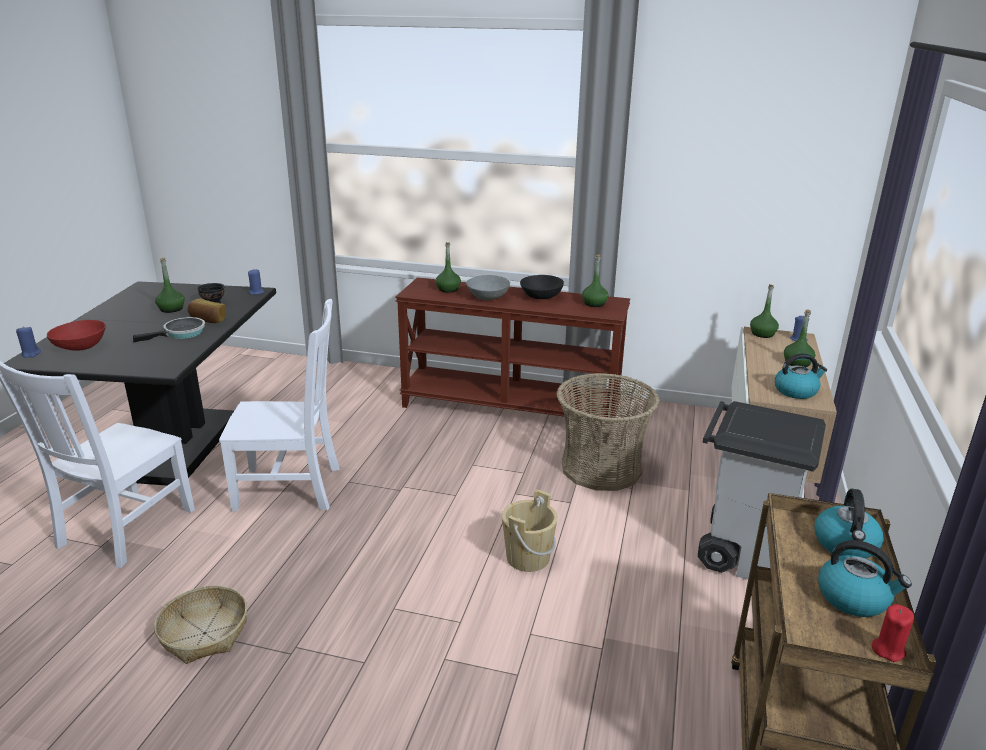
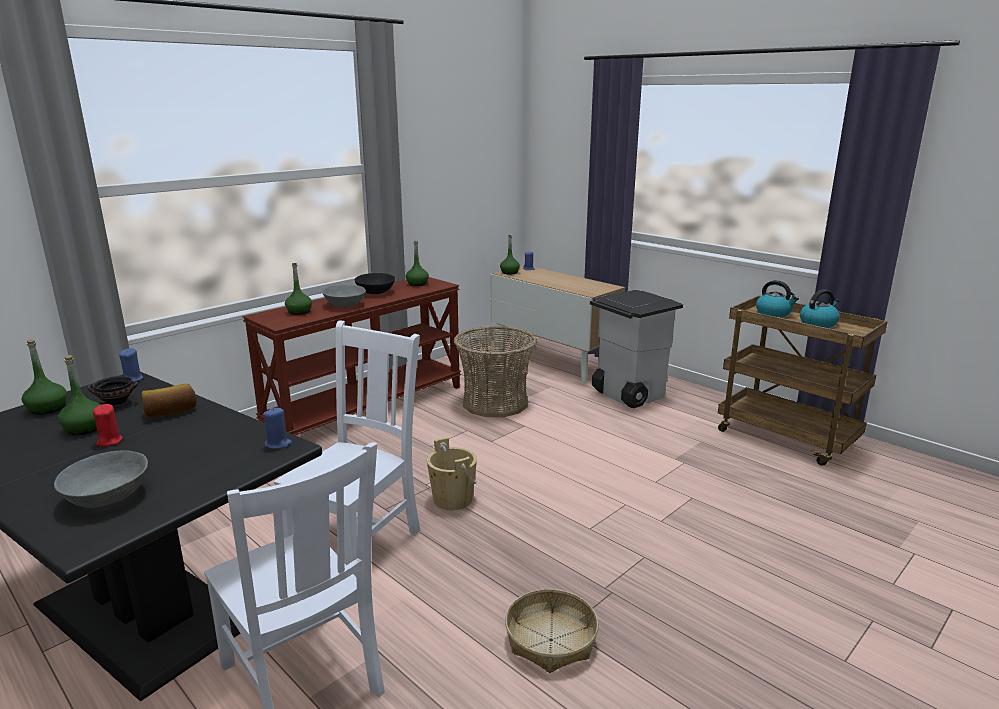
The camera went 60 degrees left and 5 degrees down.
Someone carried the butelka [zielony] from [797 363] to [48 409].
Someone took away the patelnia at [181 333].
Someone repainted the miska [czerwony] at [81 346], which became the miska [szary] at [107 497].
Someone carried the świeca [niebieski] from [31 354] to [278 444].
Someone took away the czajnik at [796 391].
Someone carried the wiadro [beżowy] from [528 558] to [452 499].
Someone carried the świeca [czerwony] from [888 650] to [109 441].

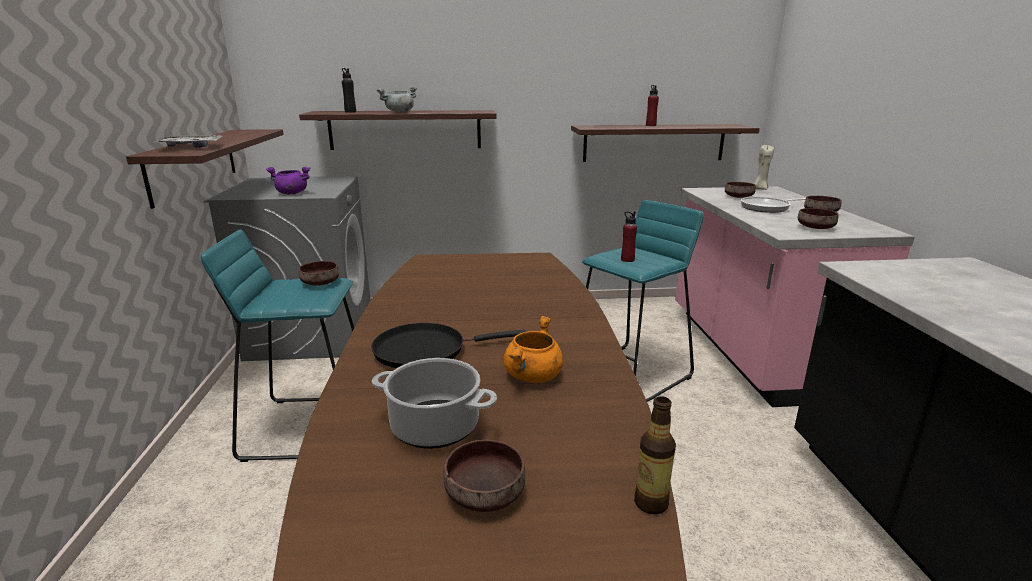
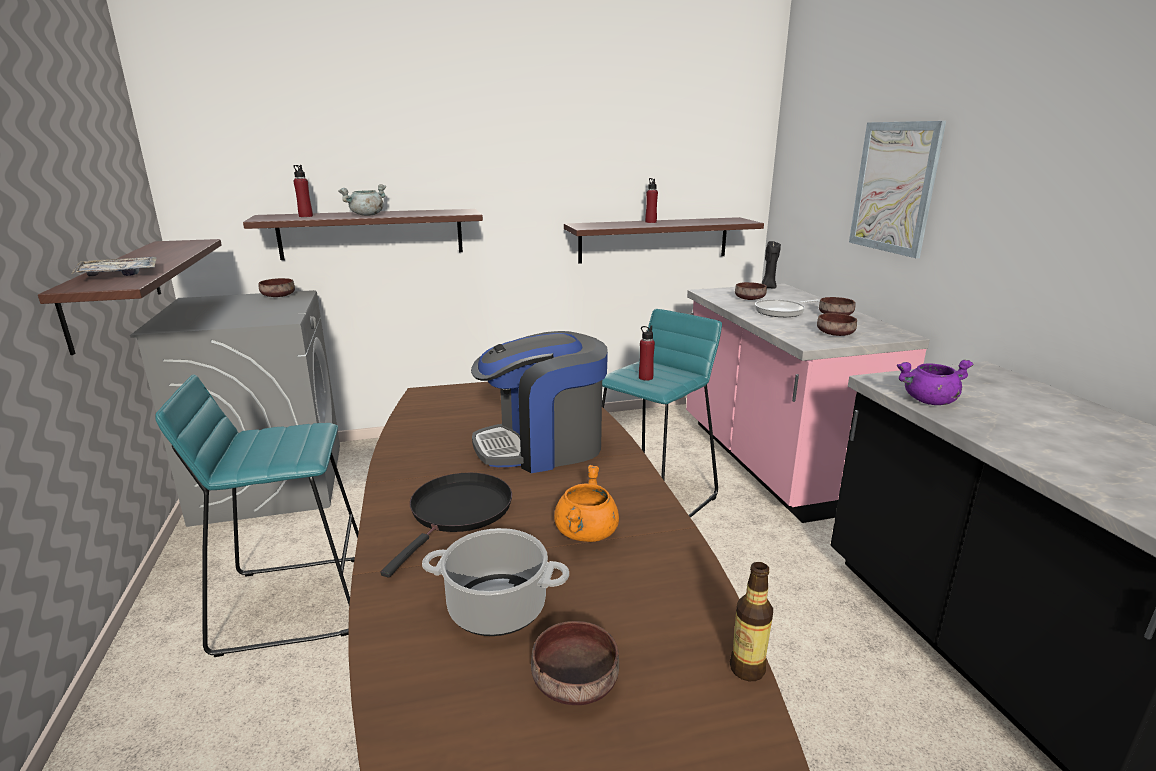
The camera went 10 degrees left and 0 degrees up.
Someone repainted the butelka [czarny] at [350 112], which became the butelka [czerwony] at [305 216].
Someone repainted the świeca [beżowy] at [760 189], which became the świeca [czarny] at [768 287].
Someone carried the garnek [fioletowy] from [291 193] to [928 401].
Someone carried the miska [brązowy] from [321 283] to [279 296].
Someone rotated the patelnia [czarny] at [426 350] by 135 degrees clockwise.
Someone put up the obraz at [894 187].
Someone put down the ekspres do kawy at [542 446].

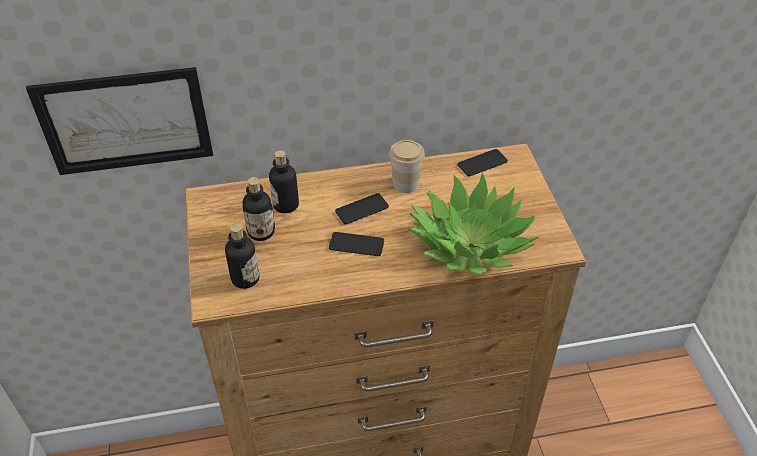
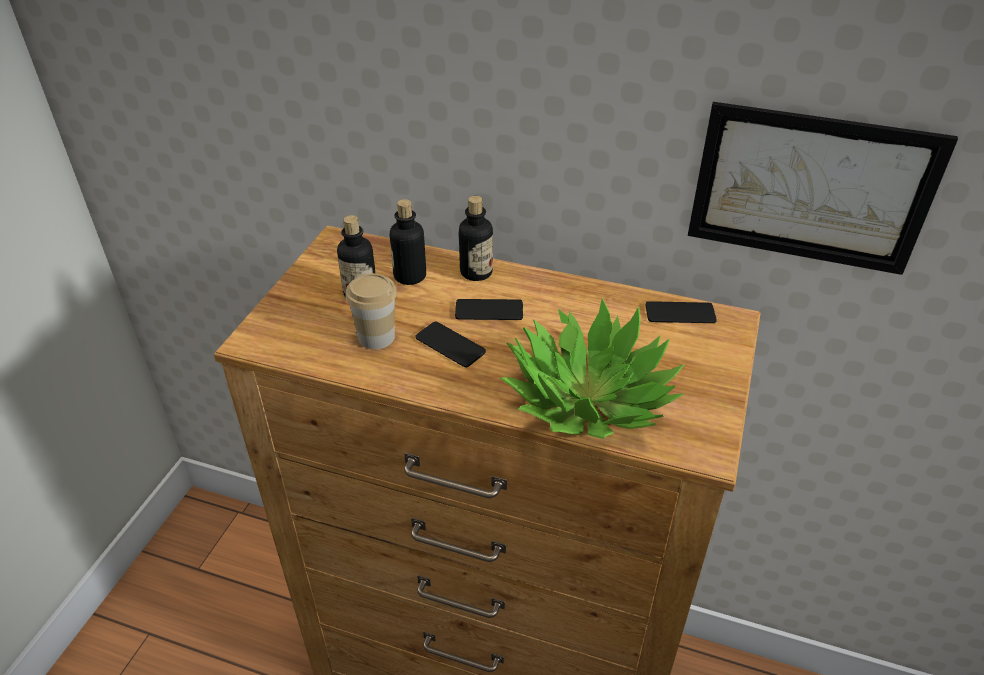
The camera went 30 degrees right and 5 degrees down.
Someone carried the obraz from [125 121] to [810 188].
Someone carried the filiżanka from [405 184] to [376 337].
Someone carried the butelka from [245 278] to [476 272].

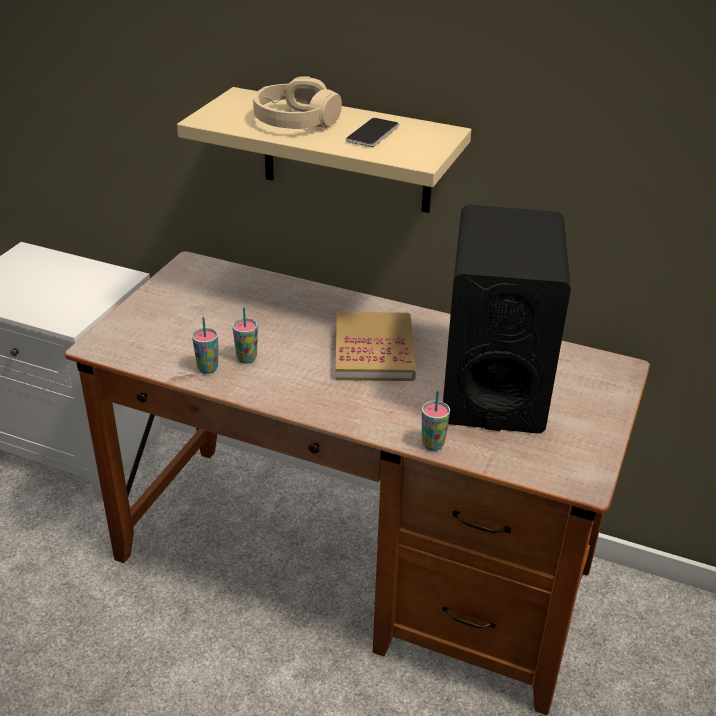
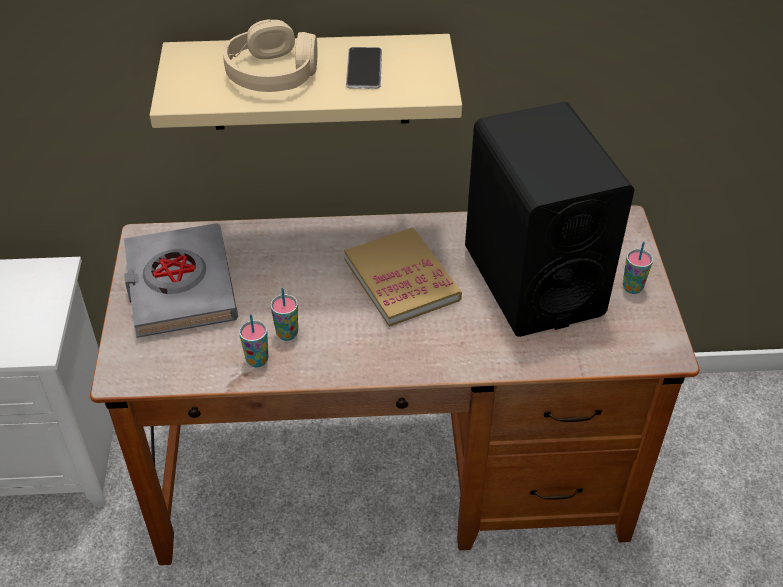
The camera went 25 degrees left and 10 degrees up.
Someone carried the filiżanka from [433 444] to [632 287].
Someone put down the książka [szary] at [180 286].

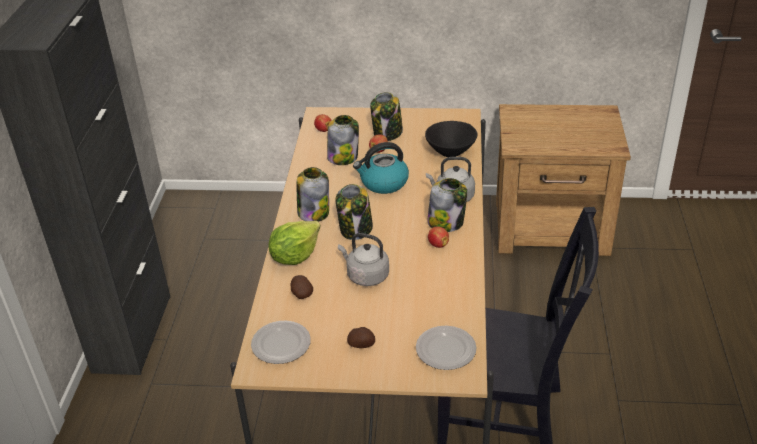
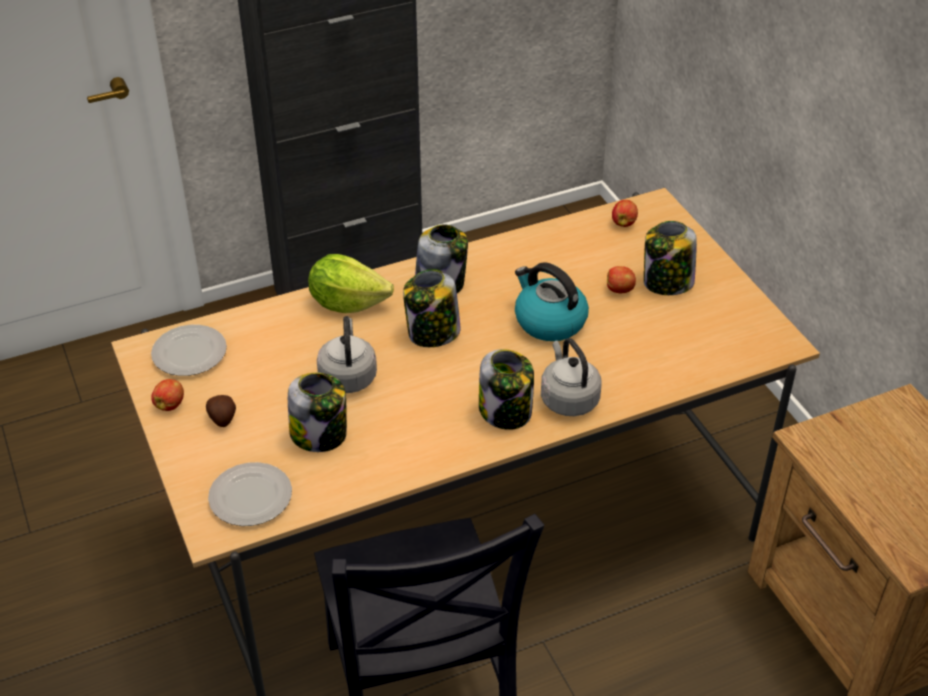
The camera went 60 degrees right and 5 degrees up.
Someone carried the słoik from [343 157] to [320 434].
Someone took away the miska [czarny] at [451 152].
Someone carried the jabłko from [437 244] to [170 404].
Someone took away the ziemniak at [301 294].

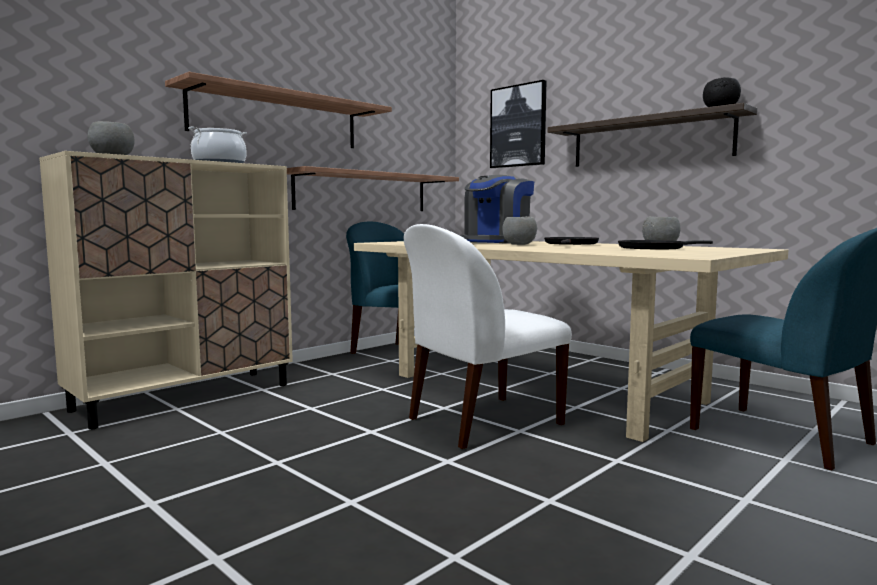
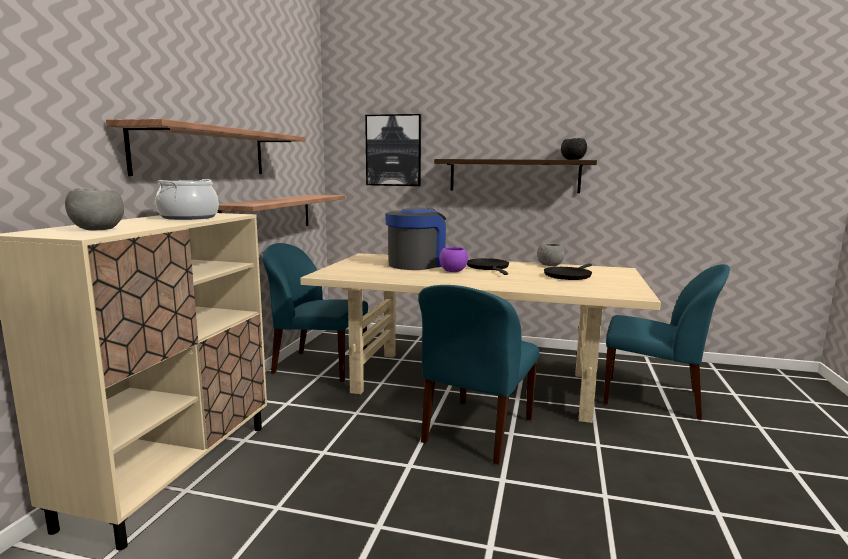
The camera went 30 degrees left and 5 degrees up.
Someone rotated the ekspres do kawy at [496 242] by 150 degrees counterclockwise.
Someone repainted the miska [szary] at [519 244], which became the miska [fioletowy] at [453 271].
Someone repainted the krzesło [biały] at [482 422], which became the krzesło [niebieski] at [477 431].

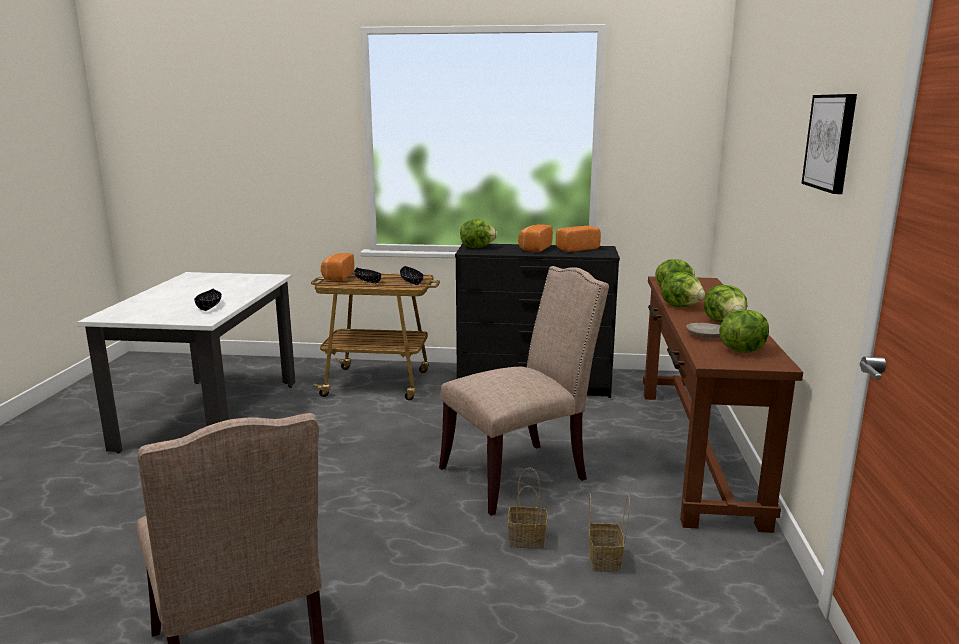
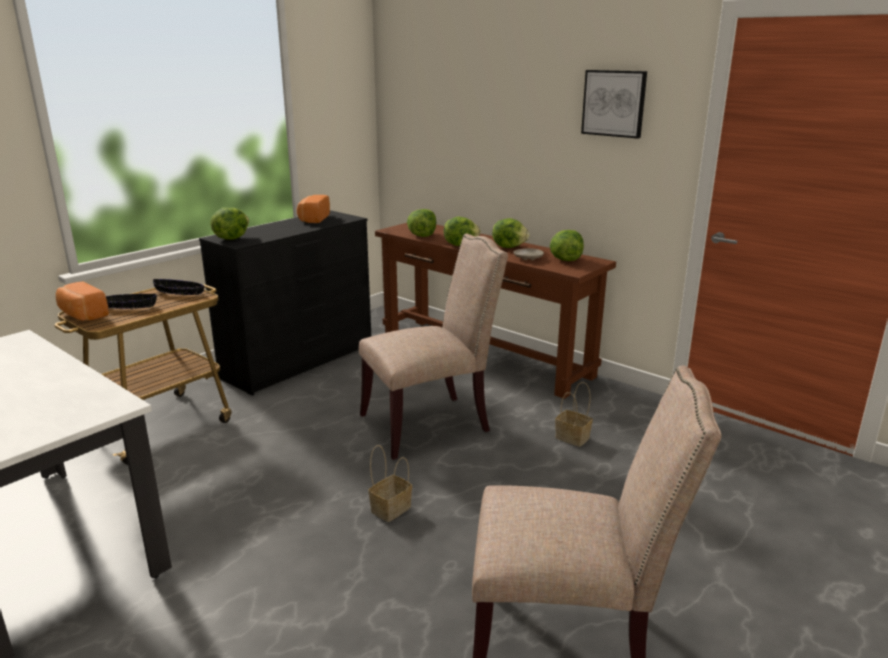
The camera went 55 degrees left and 5 degrees up.
Someone took away the chleb at [534 248].
Someone rotated the krzesło [beżowy] at [519 474] by 60 degrees clockwise.
Someone took away the miska [czarny] at [209 305].
Someone carried the koszyk from [528 539] to [391 508].

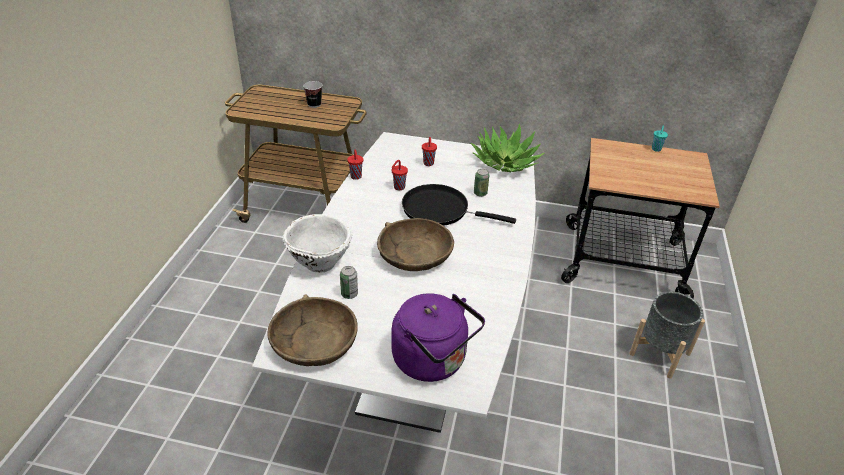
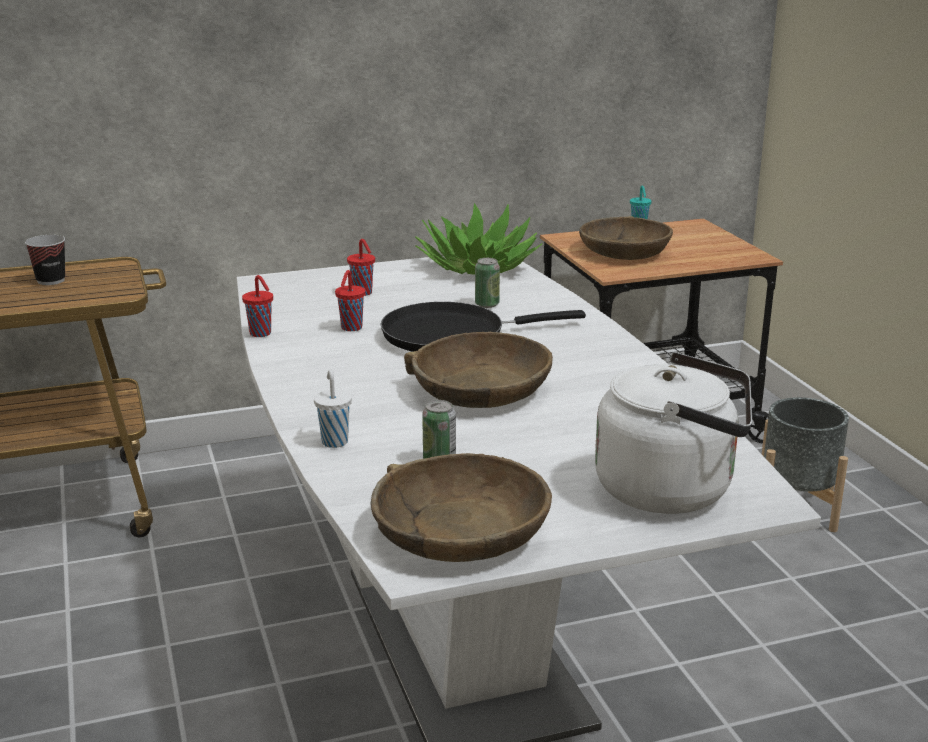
The camera went 30 degrees left and 15 degrees down.
Someone swapped the miska [biały] at [319 261] for the filiżanka [biały] at [334 441].
Someone repainted the czajnik [fioletowy] at [433 361], which became the czajnik [biały] at [672 490].
Someone put down the miska [brązowy] at [624 251].

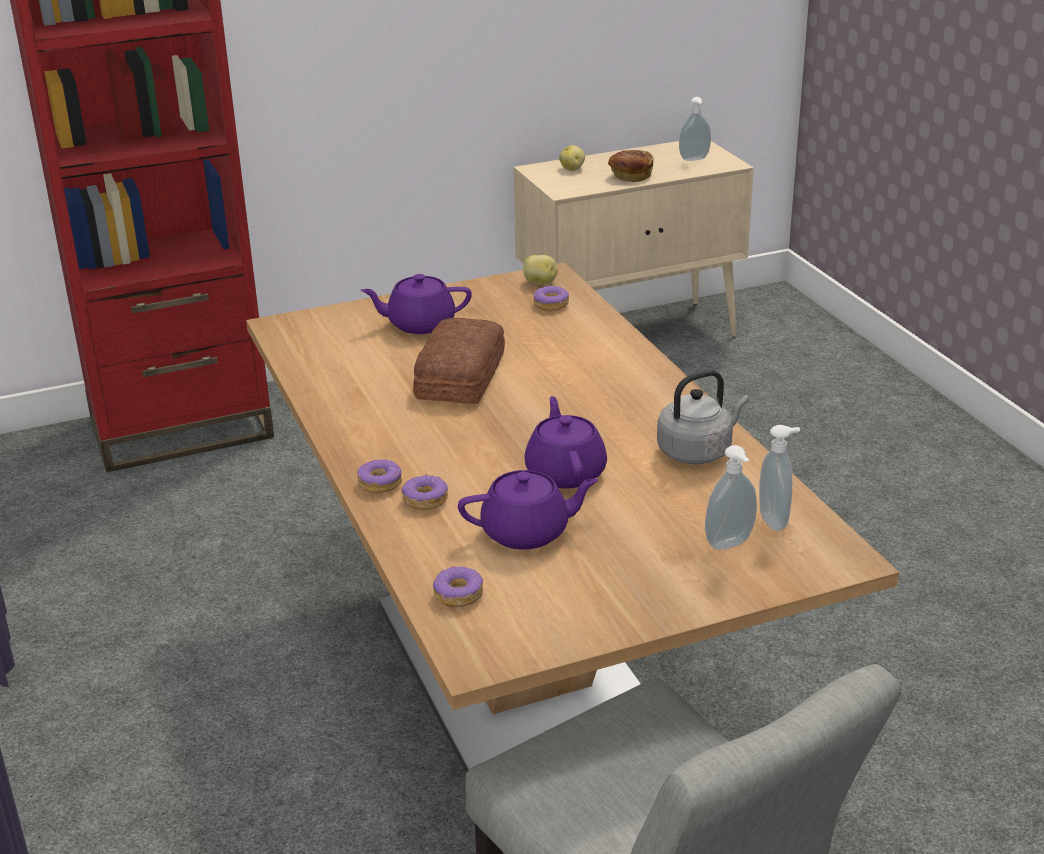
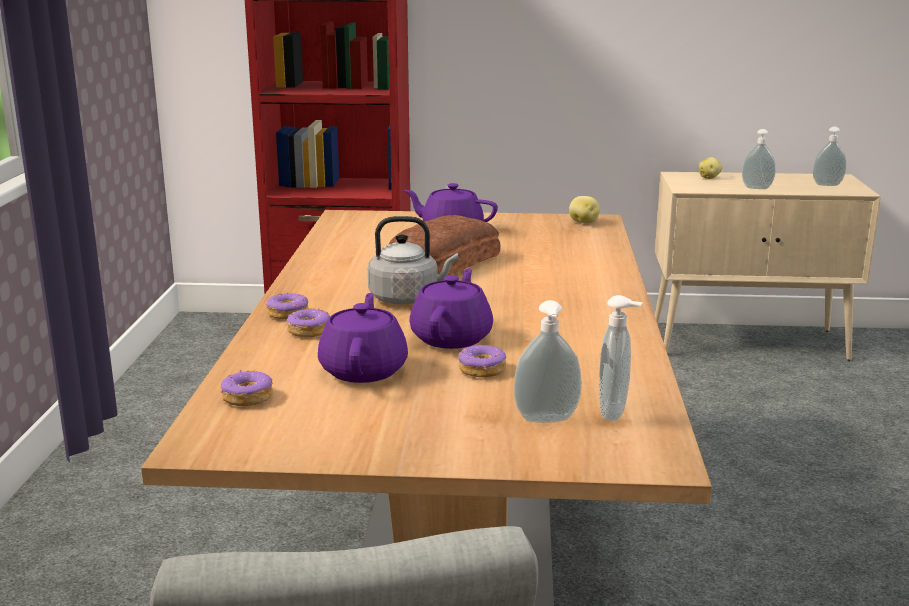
The camera went 25 degrees right and 10 degrees down.
Someone swapped the chleb at [630 176] for the dozownik mydła at [757 187].
Someone carried the donut from [551 305] to [482 370].
Someone carried the czajnik [szary] from [697 451] to [407 298].
Someone rotated the imbryk [fioletowy] at [527 532] by 105 degrees counterclockwise.

